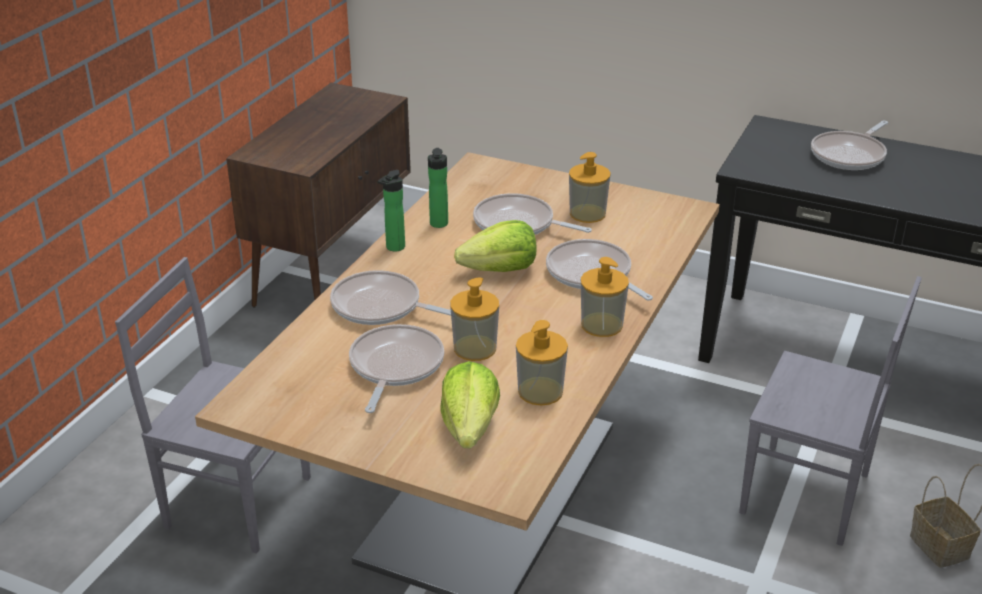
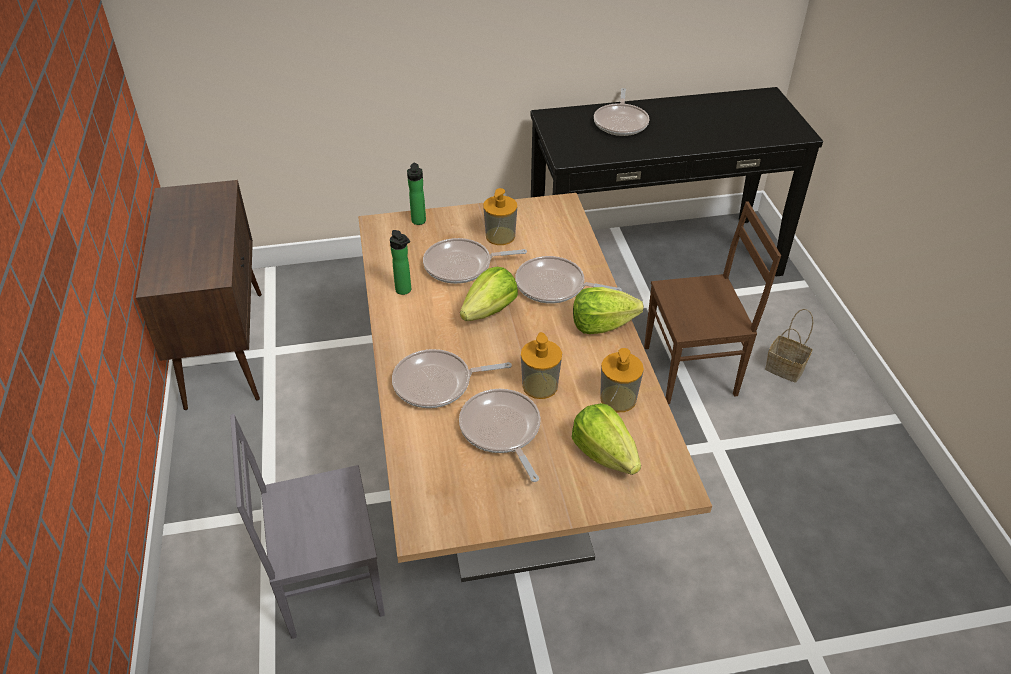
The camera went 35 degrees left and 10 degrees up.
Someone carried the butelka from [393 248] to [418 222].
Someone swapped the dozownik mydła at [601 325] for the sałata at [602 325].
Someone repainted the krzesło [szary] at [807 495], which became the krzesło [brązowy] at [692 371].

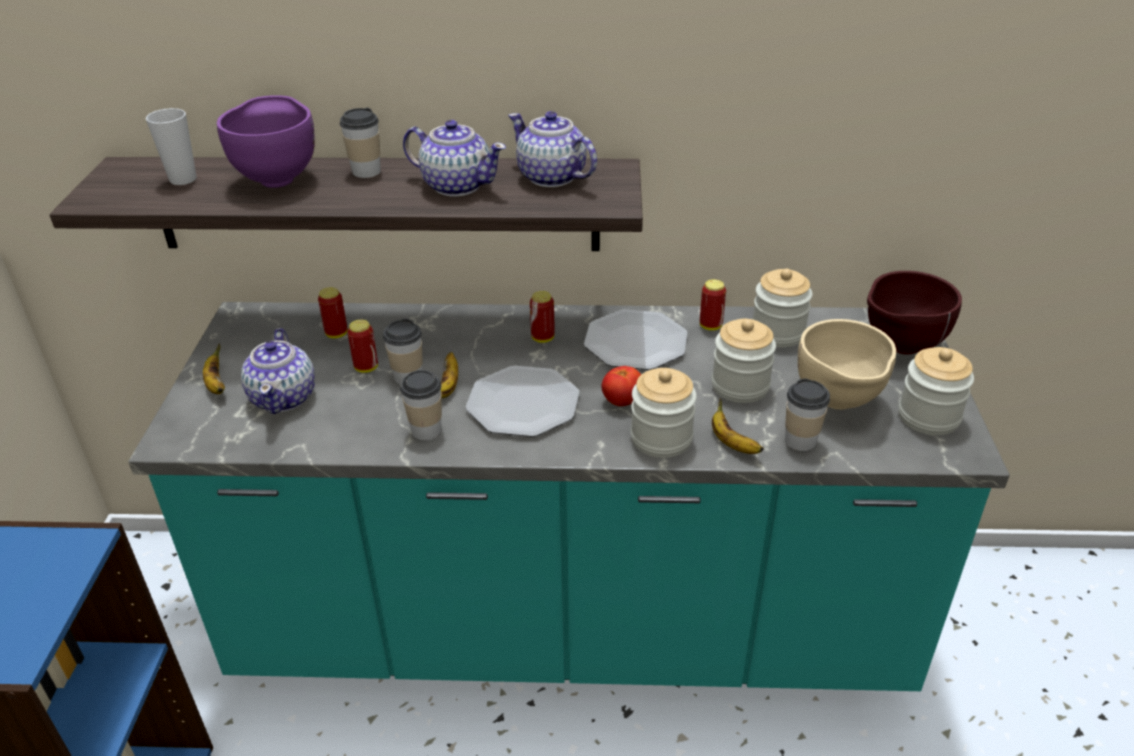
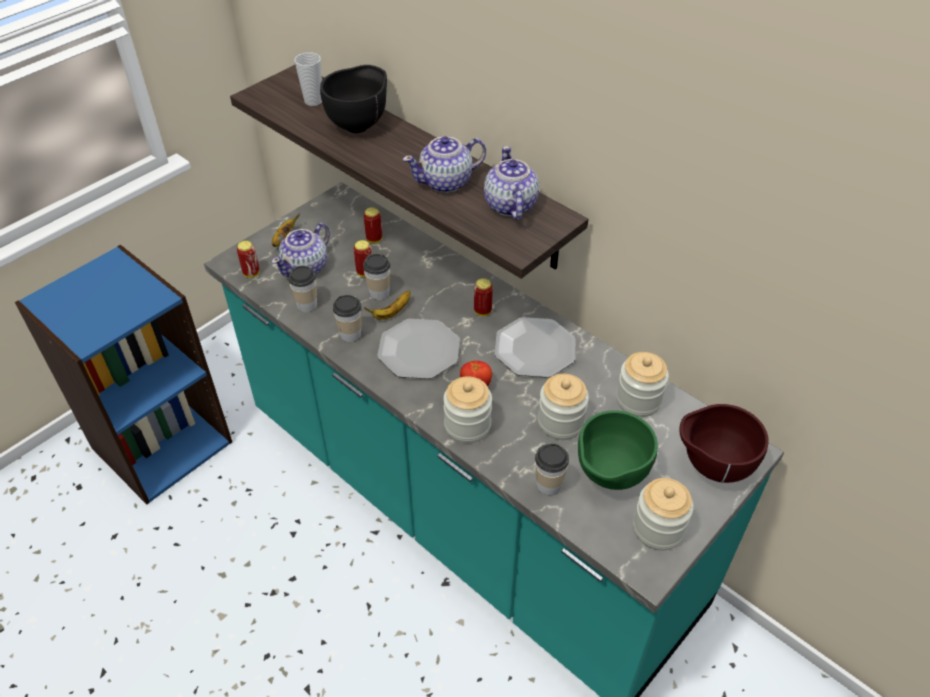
The camera went 40 degrees right and 10 degrees up.
Someone repainted the miska [fioletowy] at [278 179], which became the miska [czarny] at [359 125].
Someone carried the filiżanka from [366 171] to [307 305].
Someone rotated the imbryk at [456 185] by 90 degrees clockwise.
Someone carried the puszka from [710 326] to [251 273].
Someone repainted the miska [beżowy] at [838 403], which became the miska [zielony] at [609 477].
Someone took away the banan at [731 443].

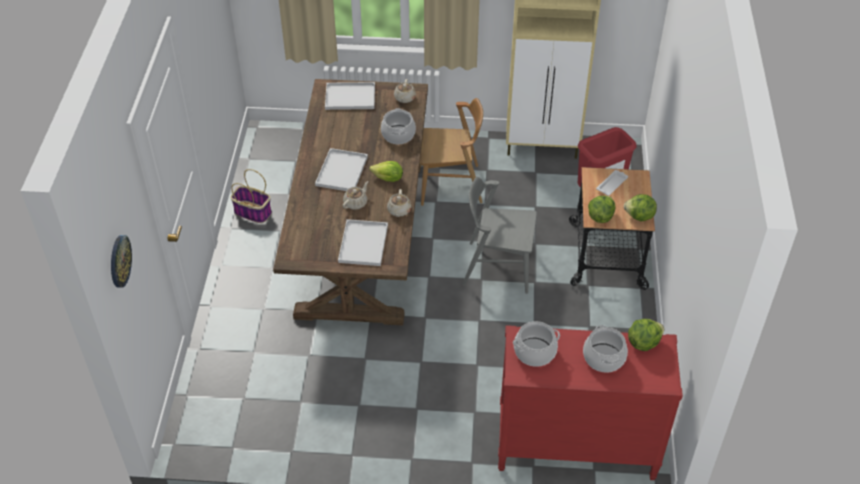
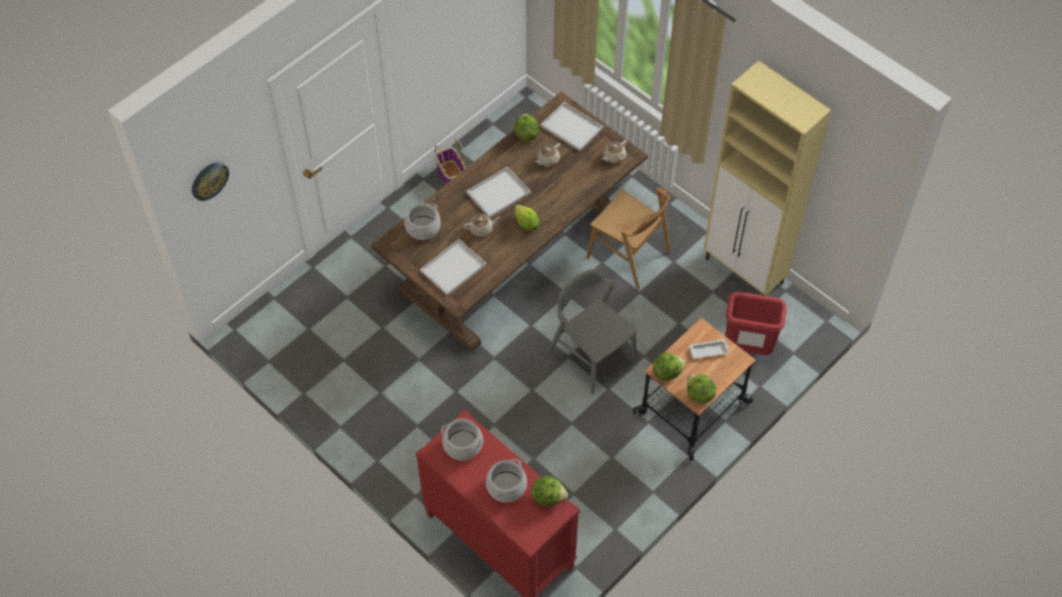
The camera went 40 degrees right and 10 degrees up.
Someone carried the garnek from [398 135] to [423 228].
Someone carried the imbryk [beżowy] from [399 211] to [547 160].
Someone put down the sałata at [526 134].

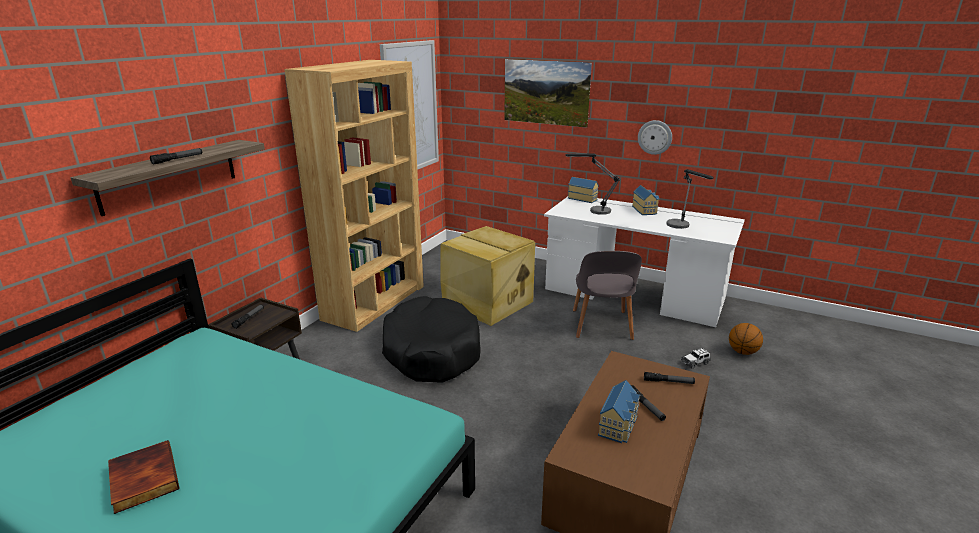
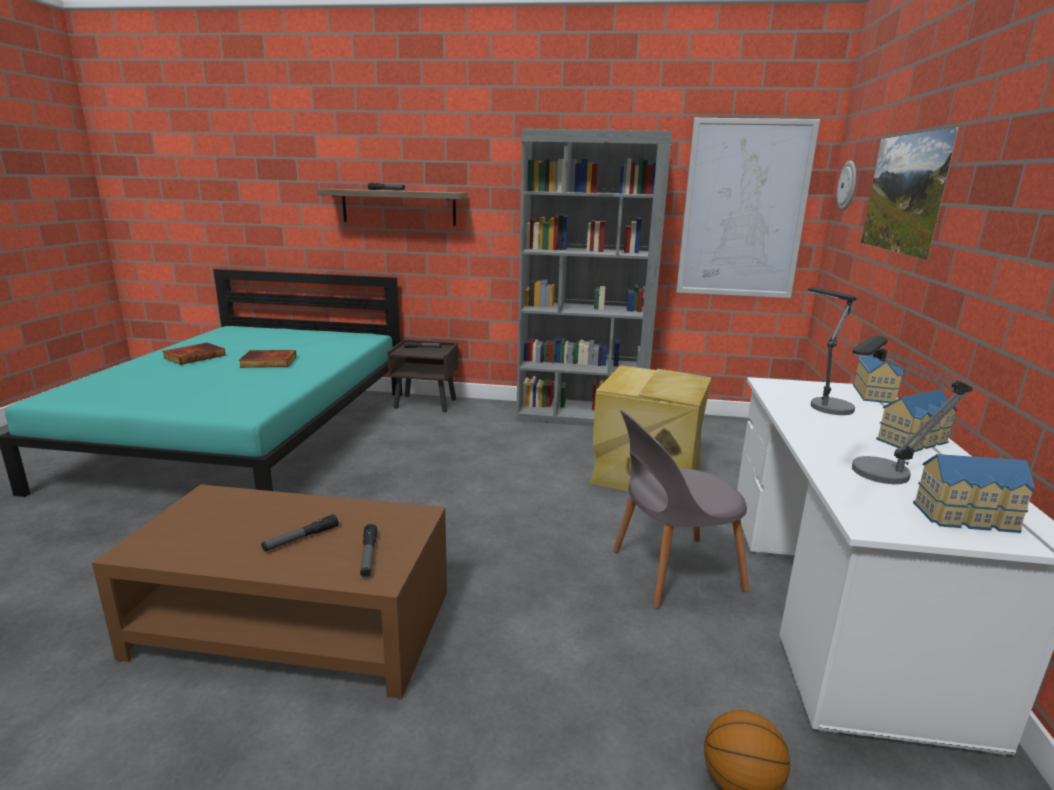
The camera went 70 degrees right and 5 degrees down.
Someone repainted the regał [brązowy] at [374 302], which became the regał [szary] at [581 416].
Someone carried the zegar ścienny from [655 137] to [848 185].
Someone took away the legowisko [czarny] at [431 351].
Someone took away the samochodzik at [695 363].
Someone carried the domek from [619 425] to [968 518].
Someone put down the książka at [268 362].

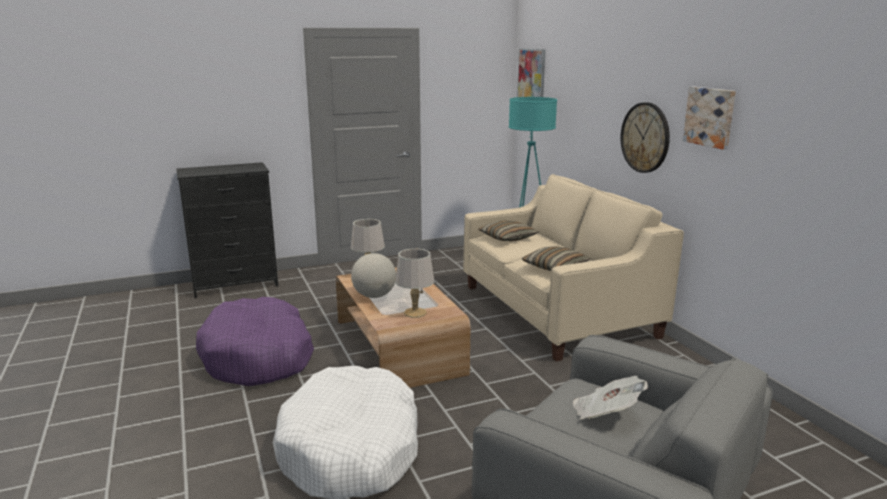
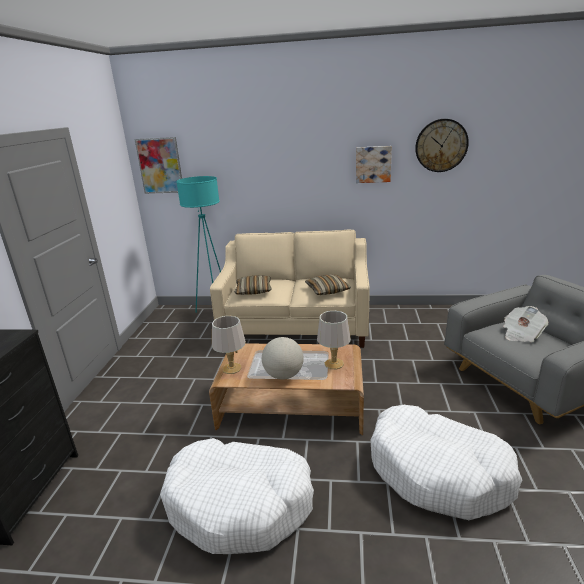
The camera went 60 degrees left and 5 degrees up.
Someone carried the zegar ścienny from [645 137] to [441 145].
Someone repainted the legowisko [fioletowy] at [258 357], which became the legowisko [biały] at [240 503].

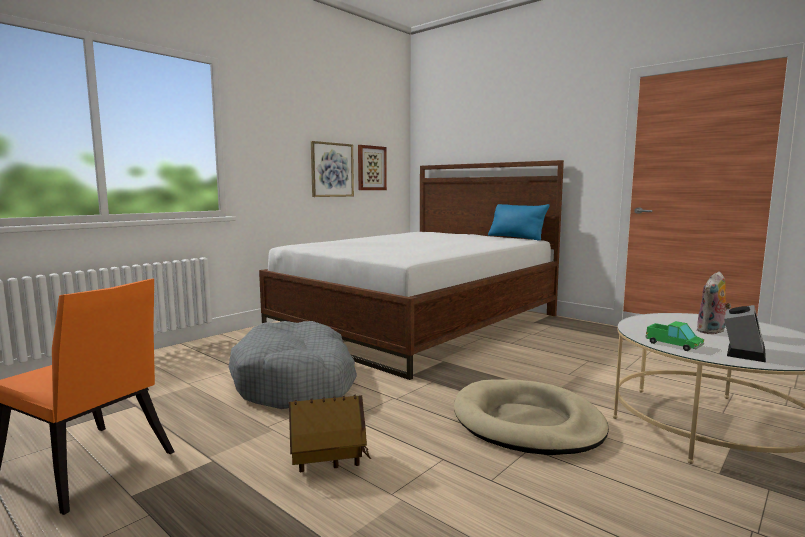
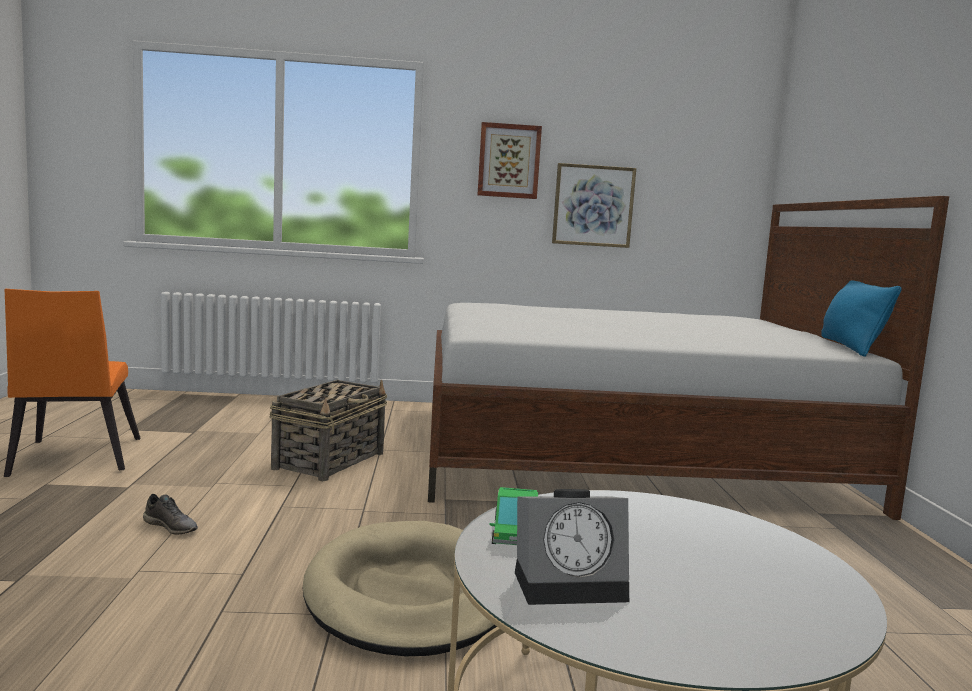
The camera went 45 degrees right and 0 degrees up.
Someone carried the obraz from [371 168] to [509 161].
Someone took away the pluszak at [712 331].
Someone swapped the legowisko [szary] at [296 382] for the koszyk at [330 461].
Someone swapped the domek at [328 463] for the but [szary] at [171 527].

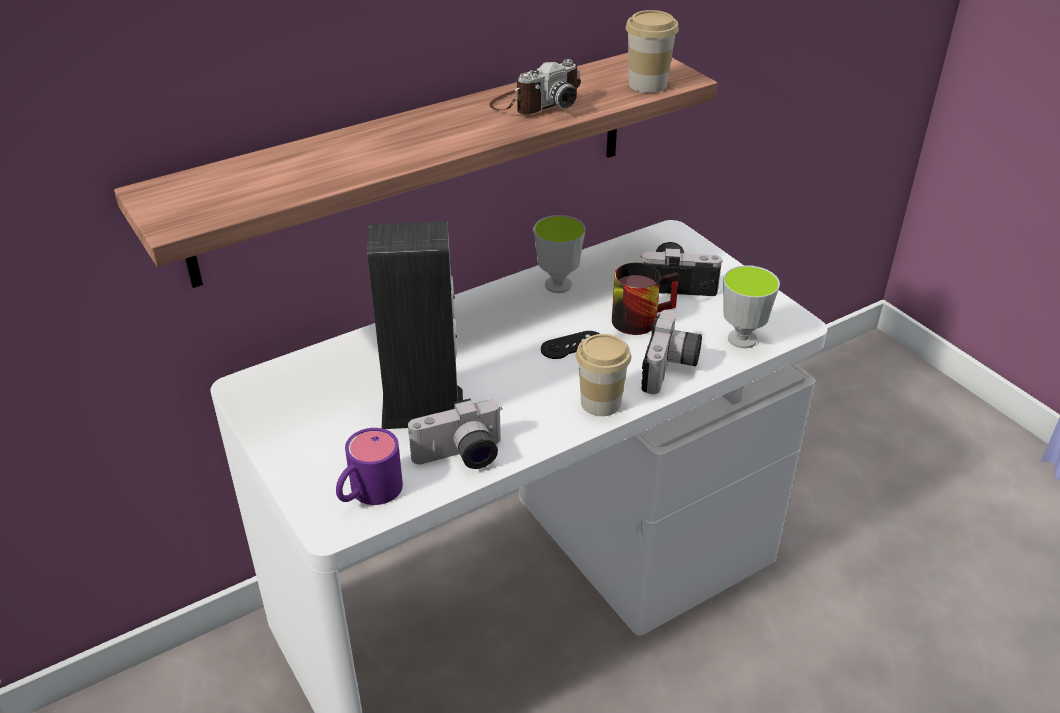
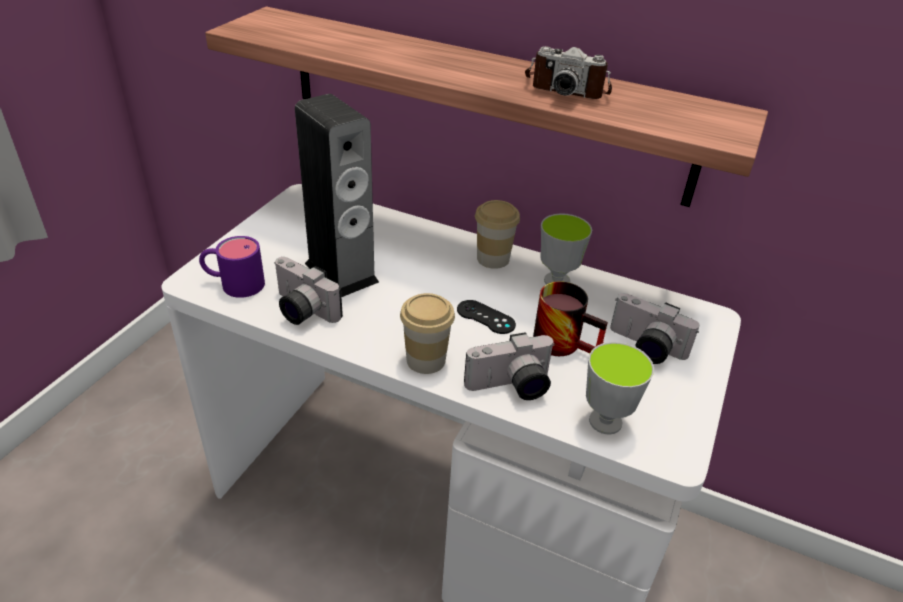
The camera went 55 degrees right and 0 degrees up.
Someone carried the filiżanka from [647 84] to [493 259].
Someone rotated the aparat fotograficzny at [678 282] by 150 degrees clockwise.

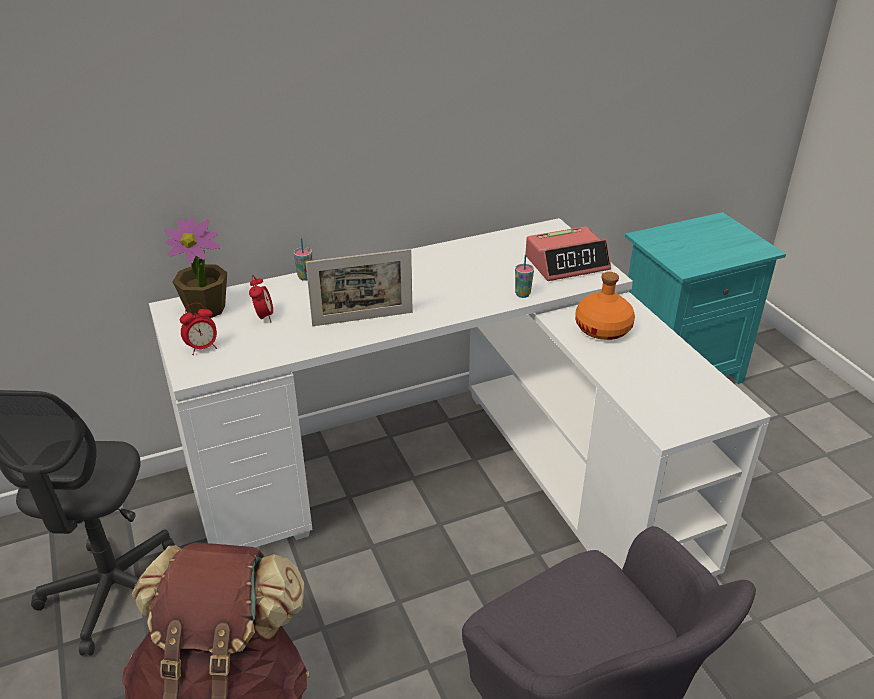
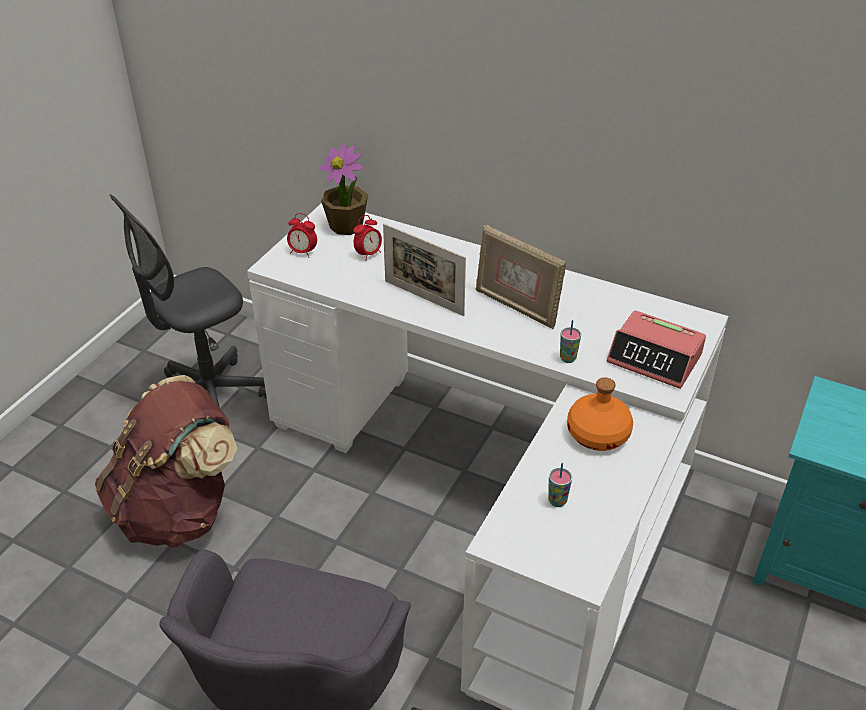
The camera went 50 degrees right and 5 degrees up.
Someone carried the filiżanka from [305 277] to [557 501].
Someone put down the ramka na zdjęcie at [516 307].

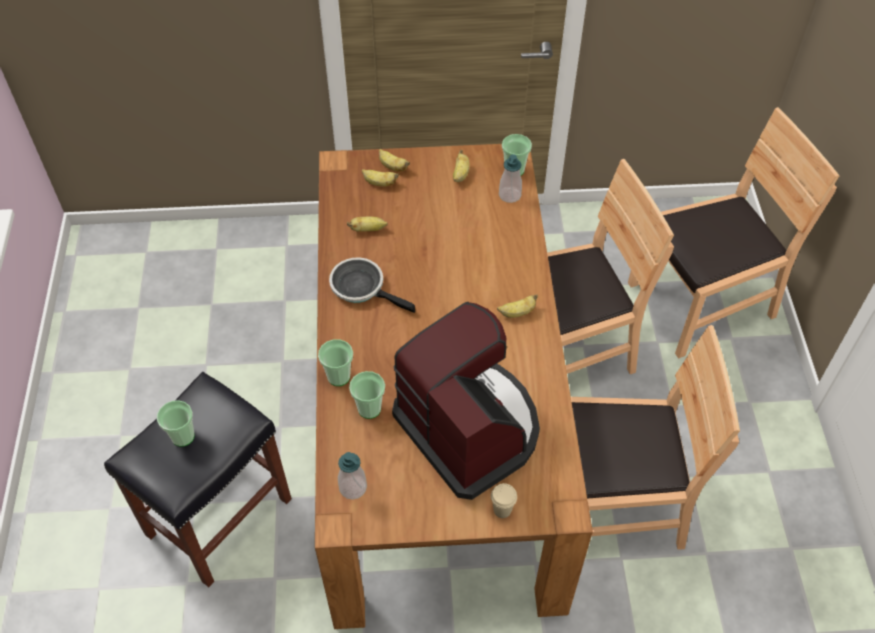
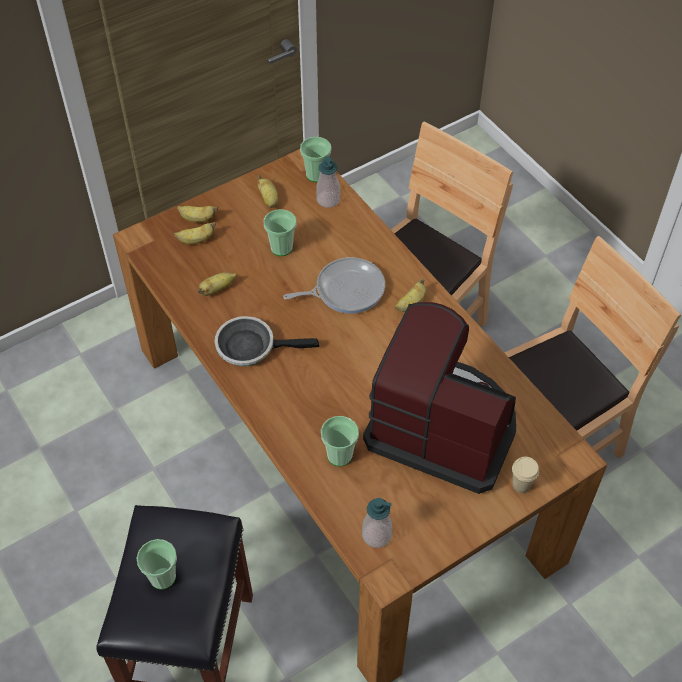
The camera went 30 degrees left and 0 degrees up.
Someone took away the krzesło [brązowy] at [701 302].
Someone carried the filiżanka from [338 376] to [281 248].
Someone put down the patelnia at [345 290].

